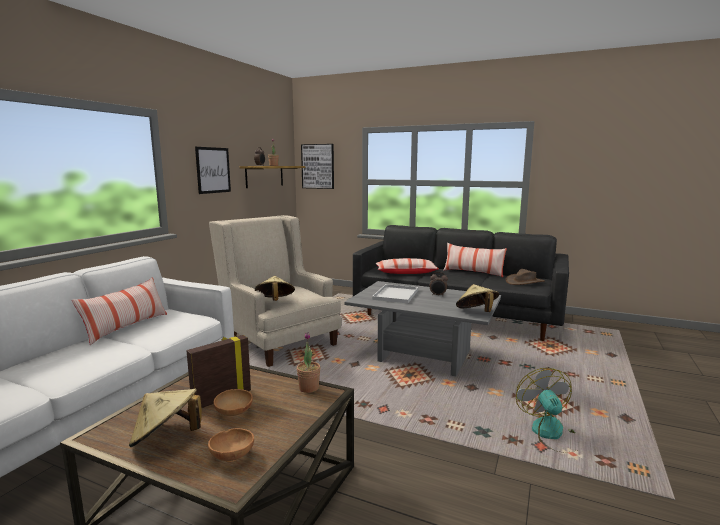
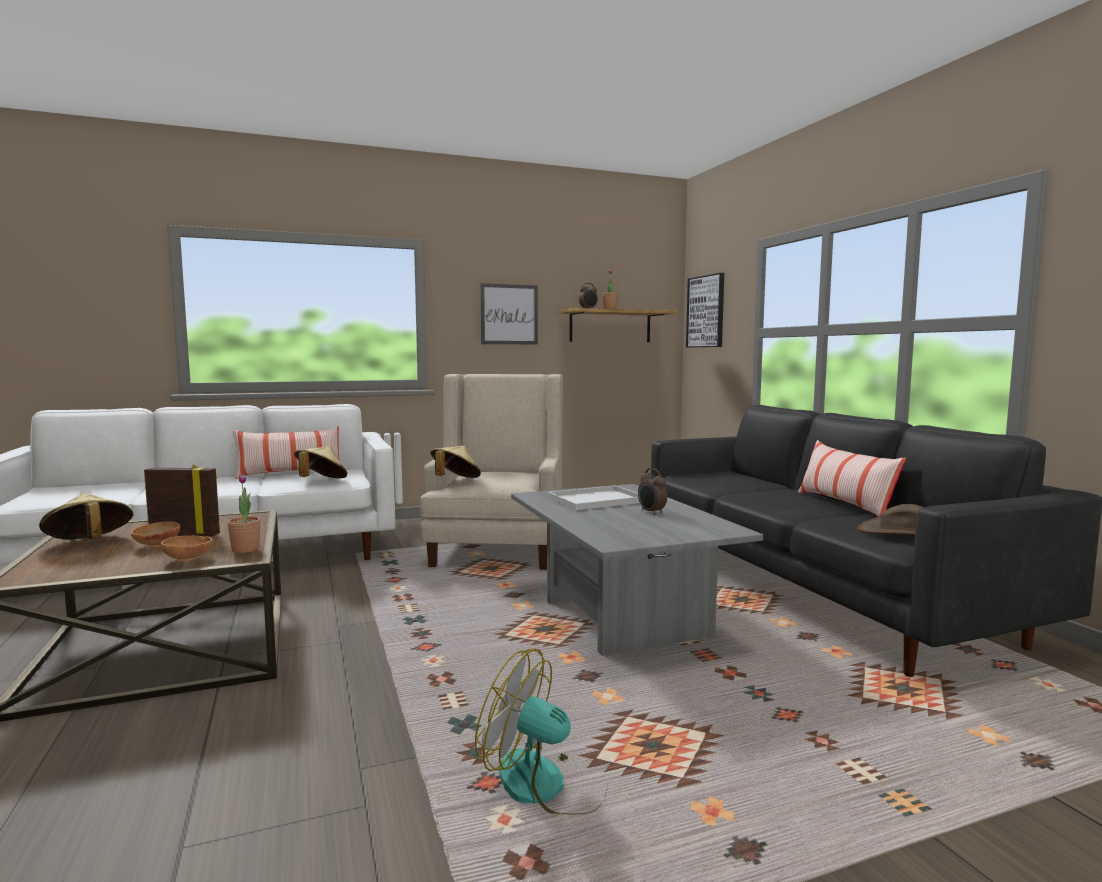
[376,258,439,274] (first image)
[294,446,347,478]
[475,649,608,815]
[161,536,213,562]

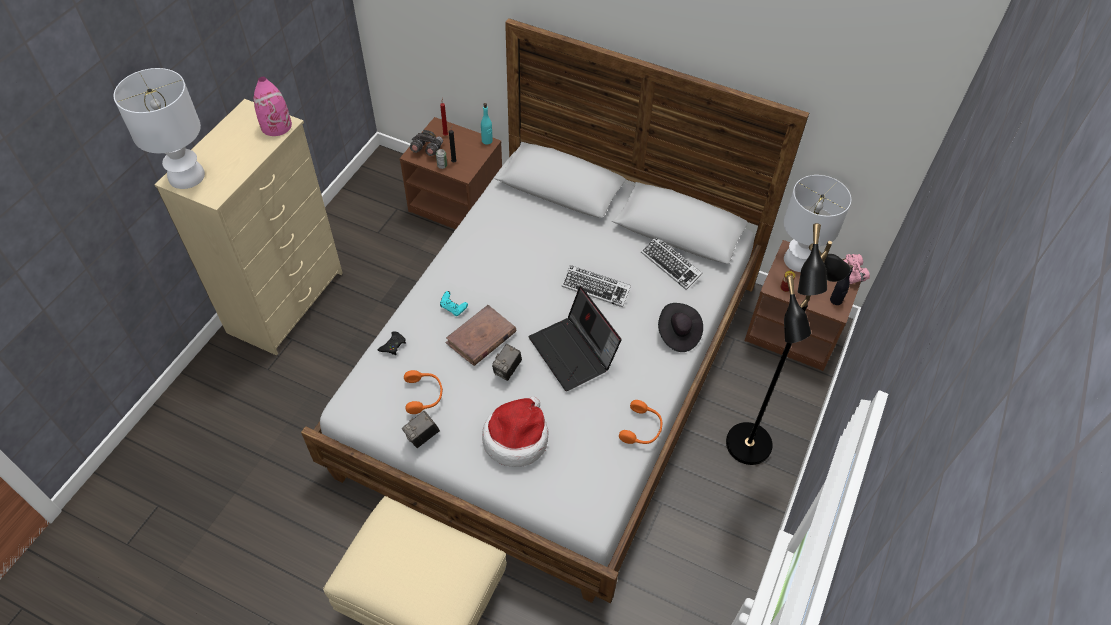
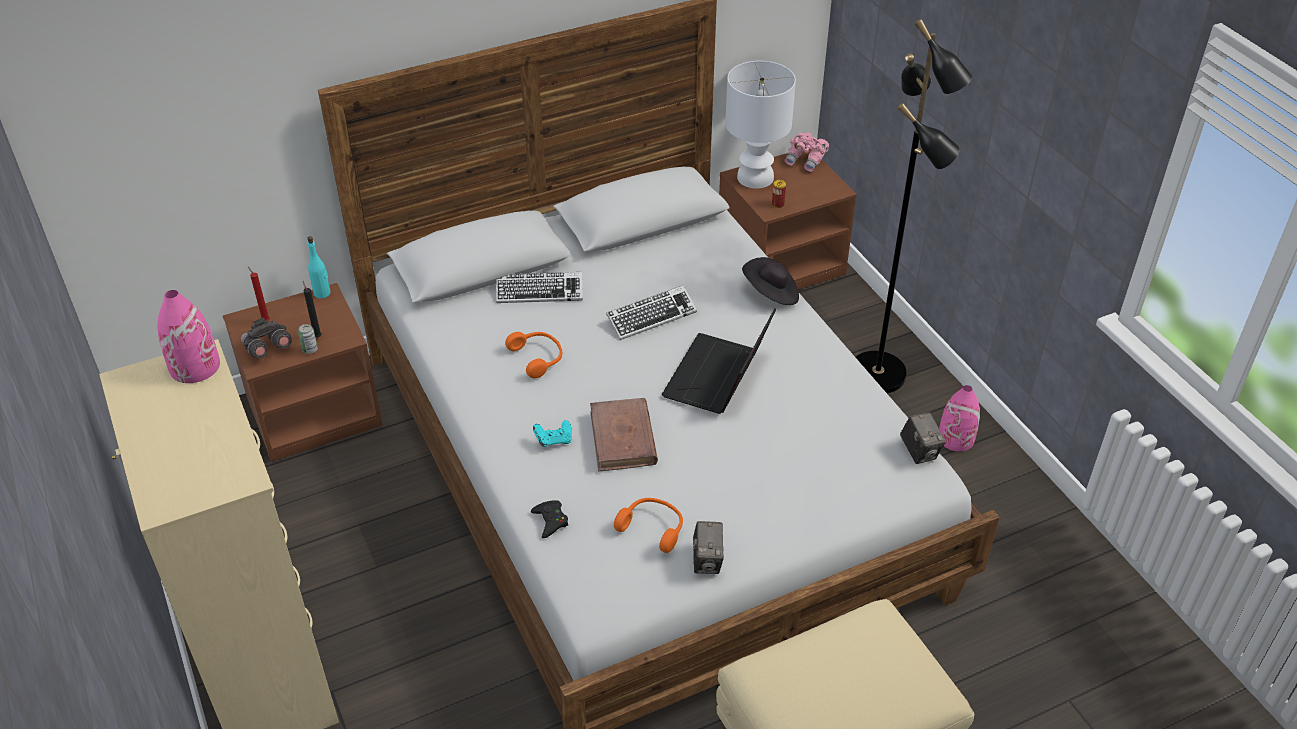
[114,68,205,189] (first image)
[496,272,583,303]
[830,265,853,305] (first image)
[662,309,776,414]
[900,412,946,464]
[482,396,549,467] (first image)
[505,332,562,379]
[939,385,980,451]

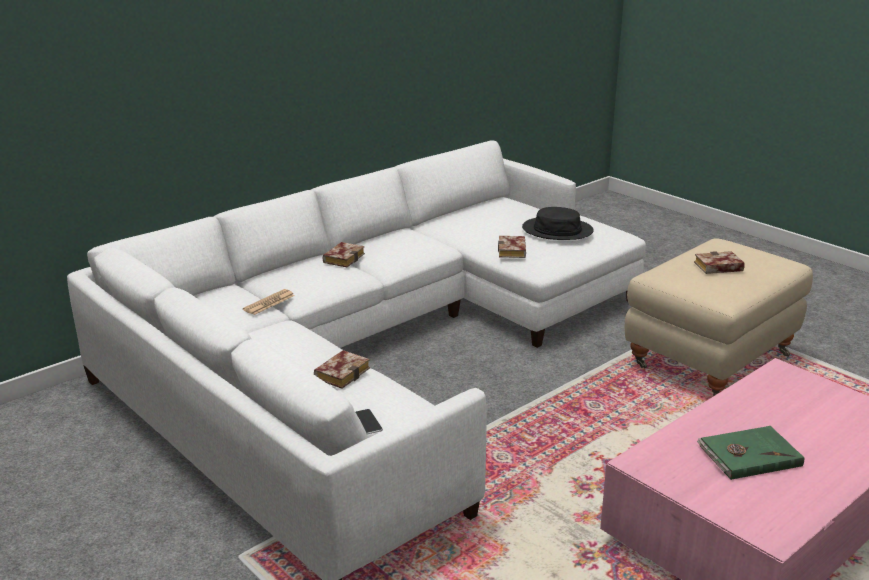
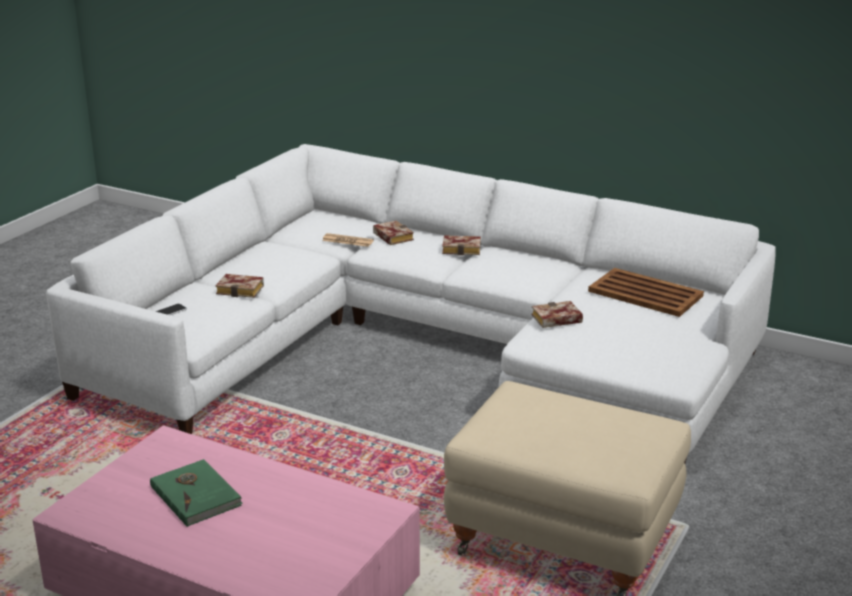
[522,207,594,240] (first image)
[373,220,414,245]
[588,268,704,317]

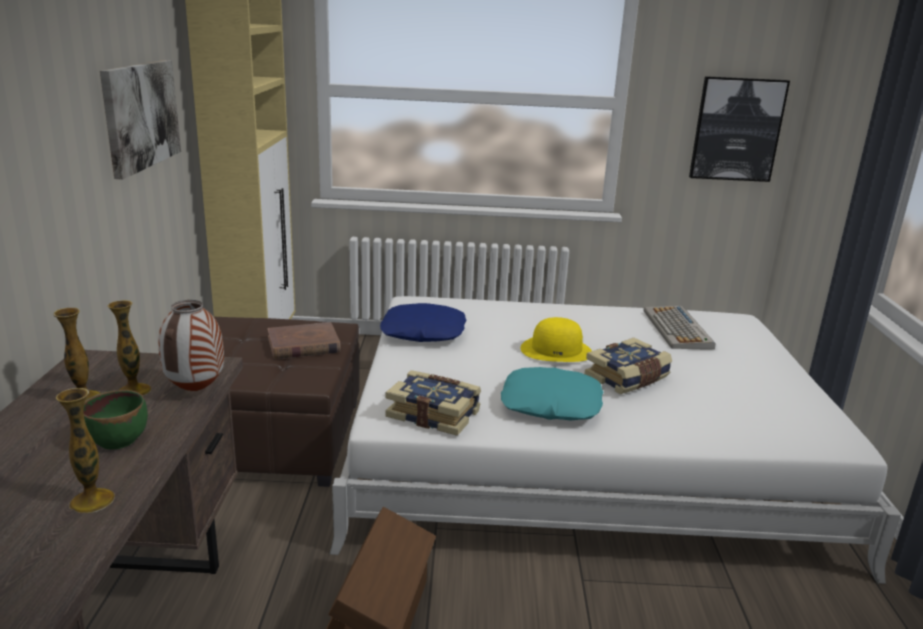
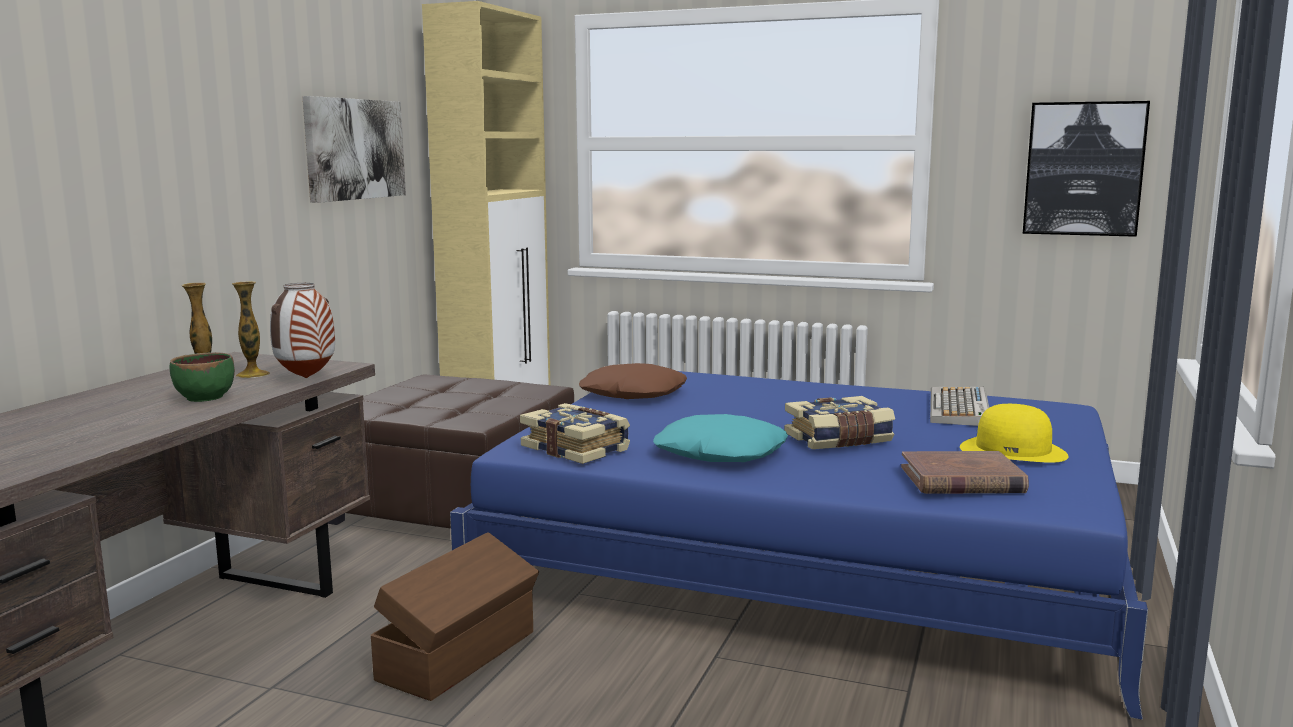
[450,371,1148,720]
[579,363,687,399]
[960,404,1068,463]
[901,451,1029,494]
[56,388,115,513] (first image)

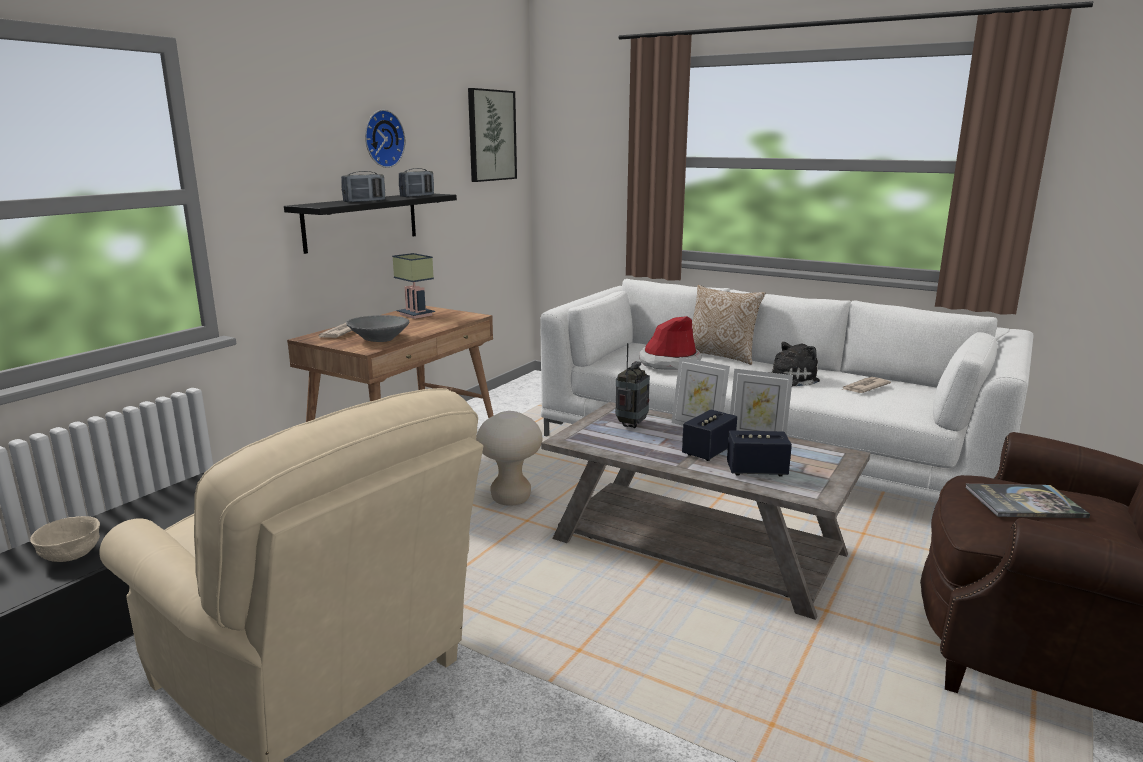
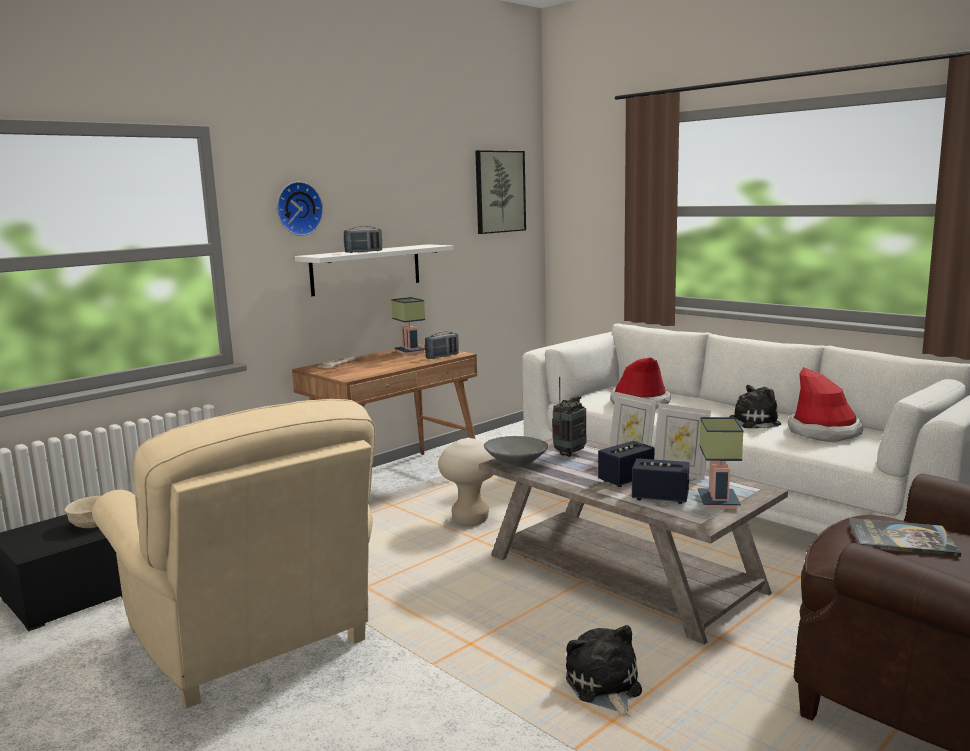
[277,182,323,236]
[425,331,459,359]
[295,244,453,296]
[692,285,766,365] (first image)
[484,436,548,467]
[787,367,864,442]
[698,417,744,509]
[566,625,642,717]

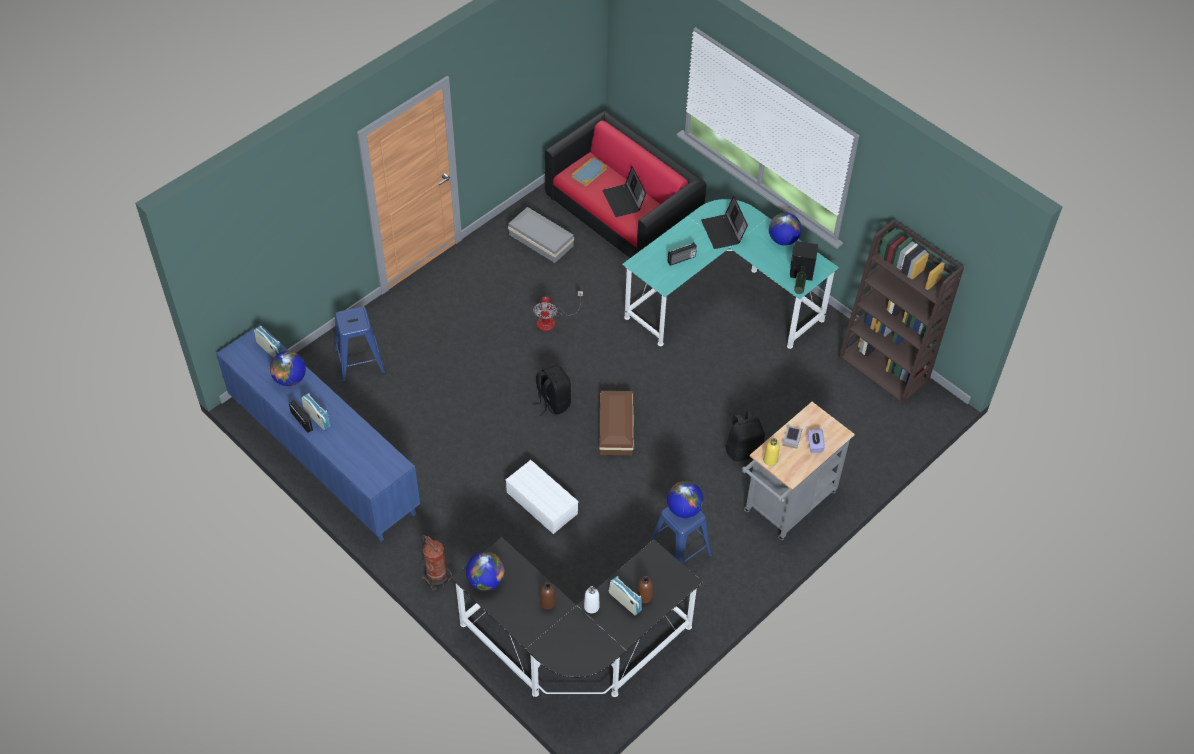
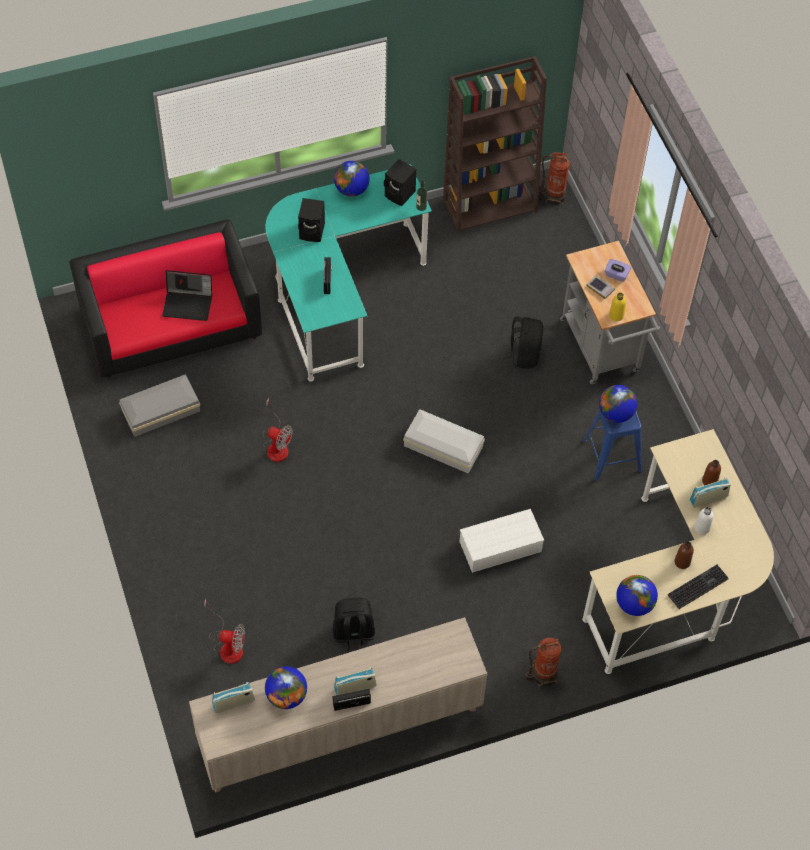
[571,157,607,186] (first image)
[298,198,325,242]
[204,598,245,664]
[189,617,487,793]
[333,598,375,653]
[403,409,485,474]
[582,429,774,674]
[539,152,570,206]
[668,564,729,609]

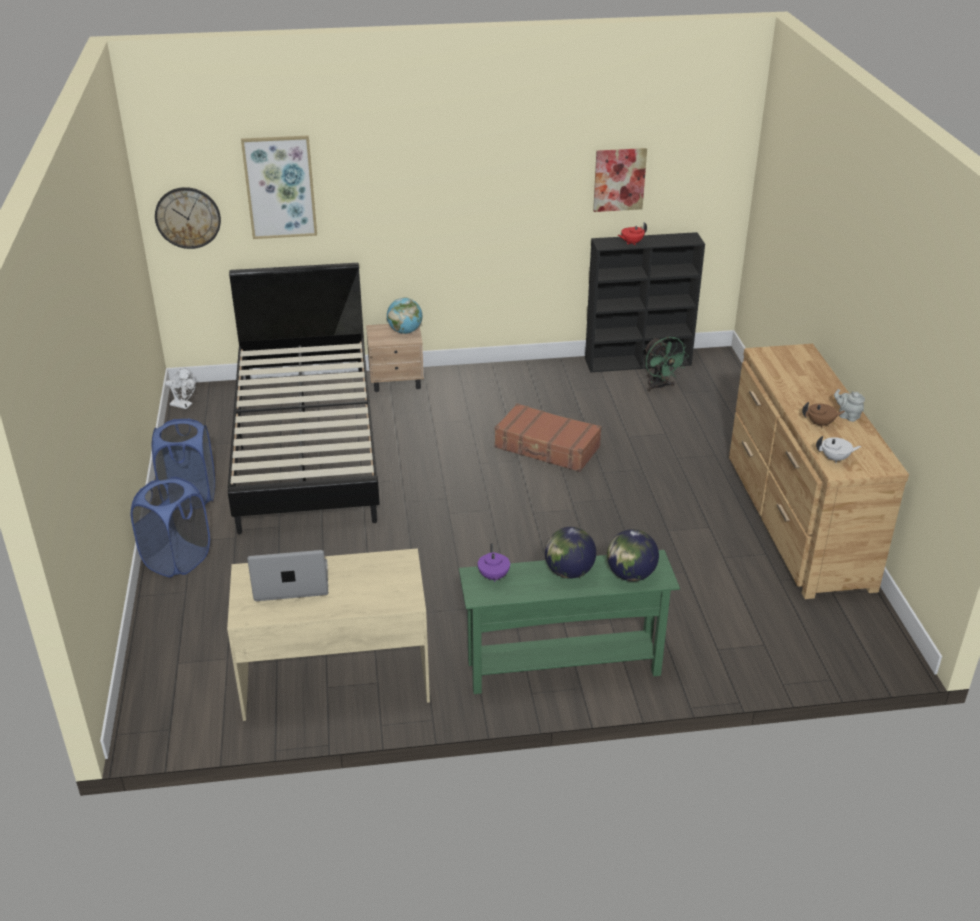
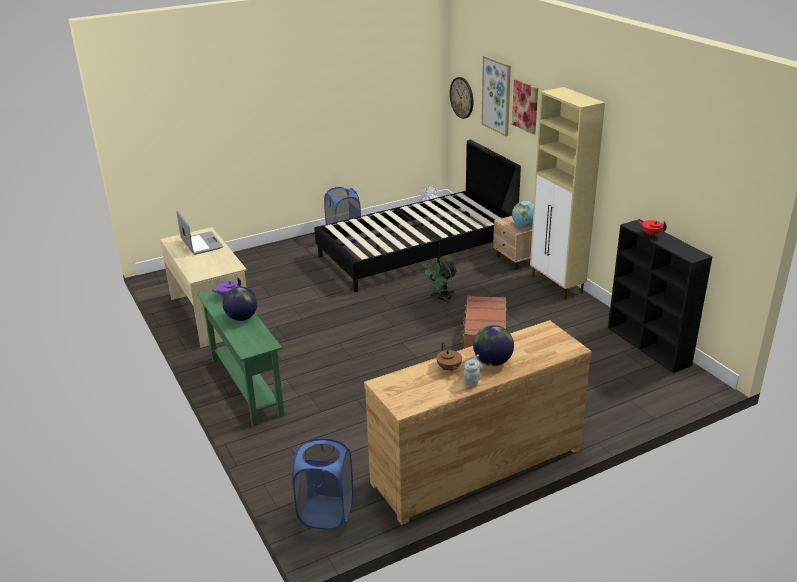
[512,79,538,135]
[421,258,458,304]
[816,436,862,463] (first image)
[292,438,353,530]
[473,325,514,366]
[530,87,605,299]

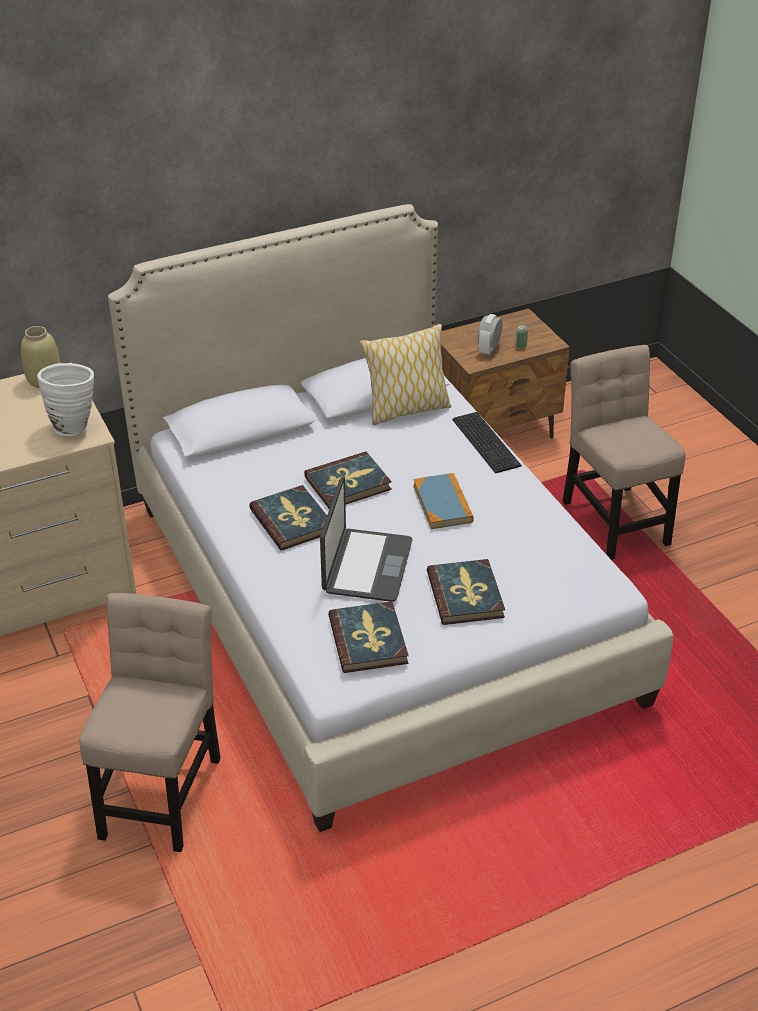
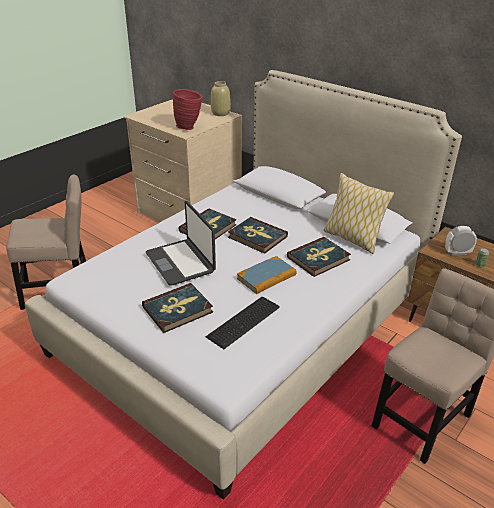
[173,89,203,130]
[206,297,280,349]
[146,201,216,286]
[287,237,351,277]

